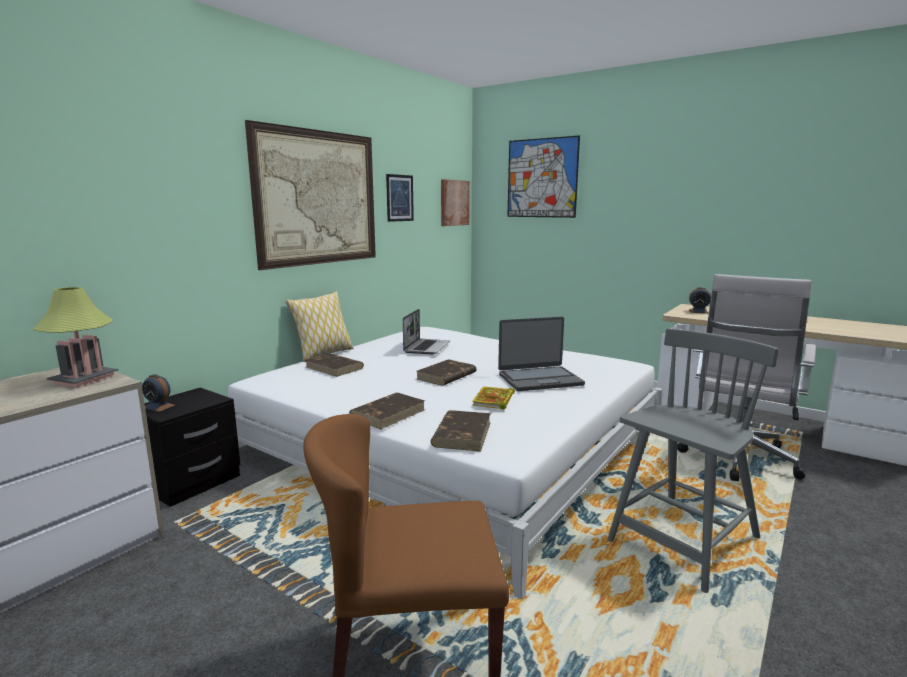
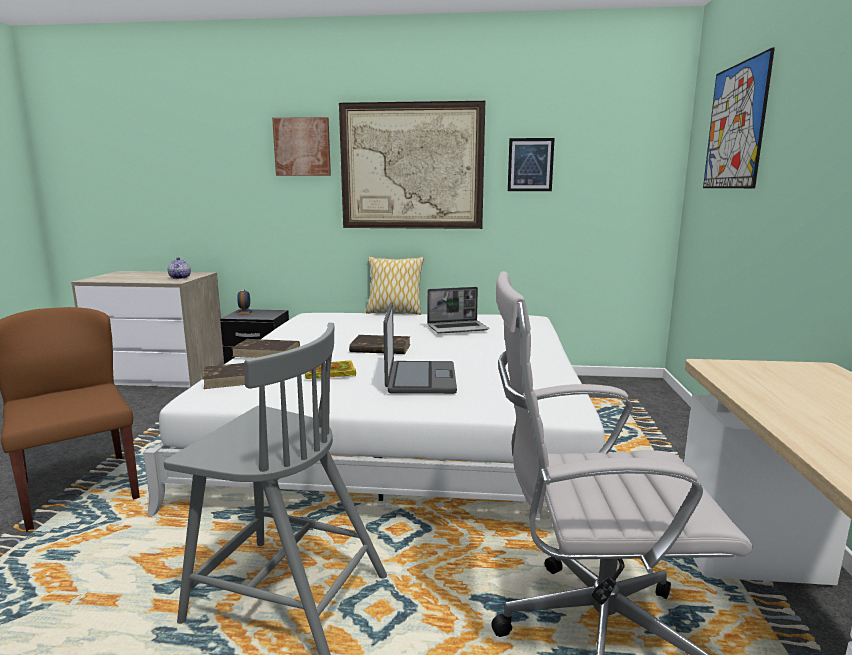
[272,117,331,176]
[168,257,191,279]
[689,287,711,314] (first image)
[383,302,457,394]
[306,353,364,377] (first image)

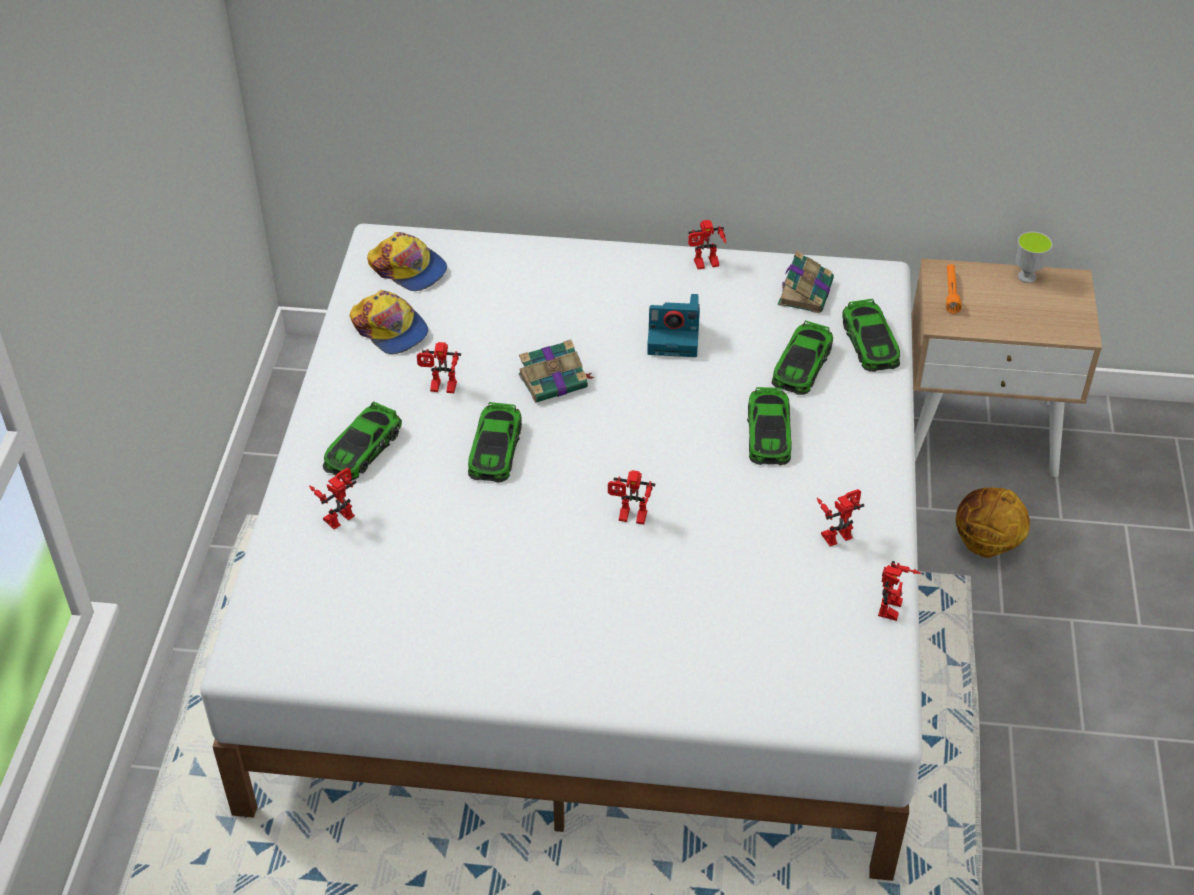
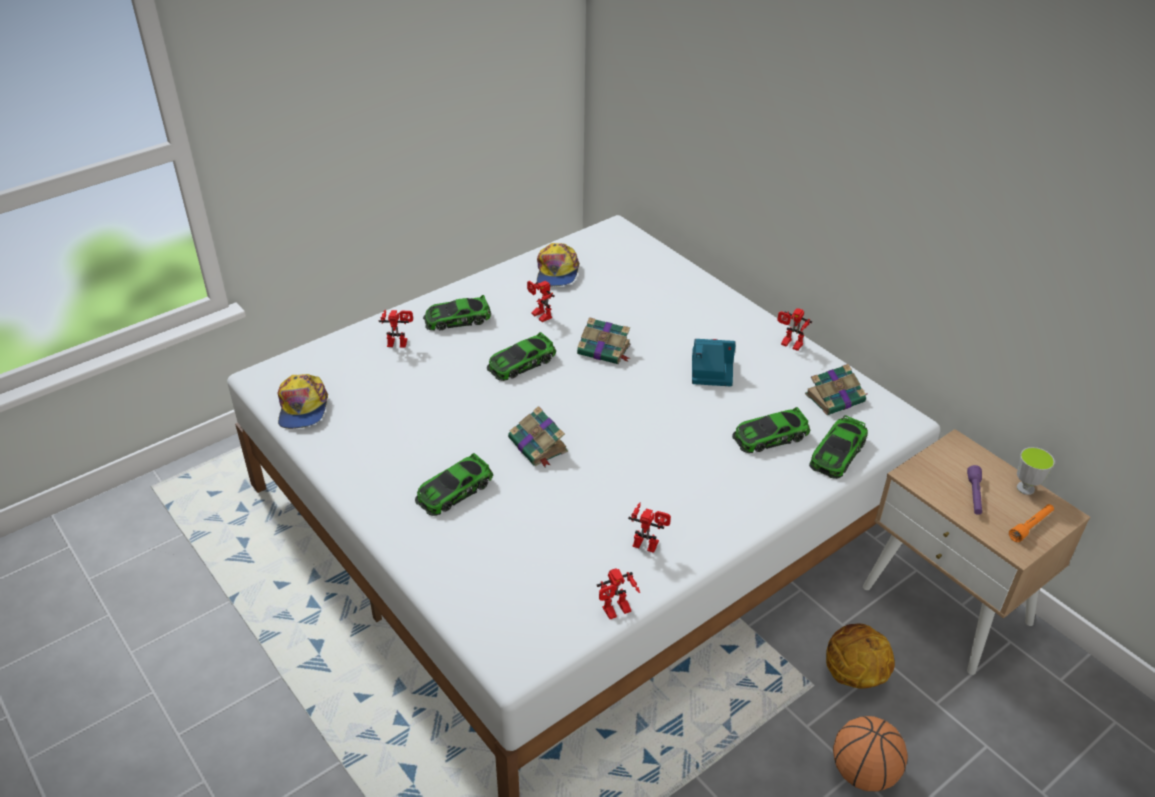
[277,374,328,429]
[1009,504,1054,542]
[692,339,736,386]
[415,453,493,516]
[508,406,568,467]
[967,465,982,515]
[833,716,908,791]

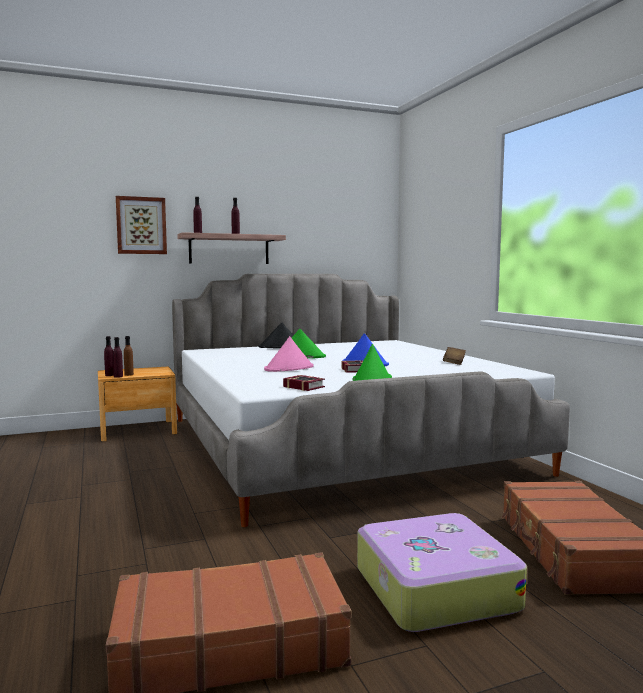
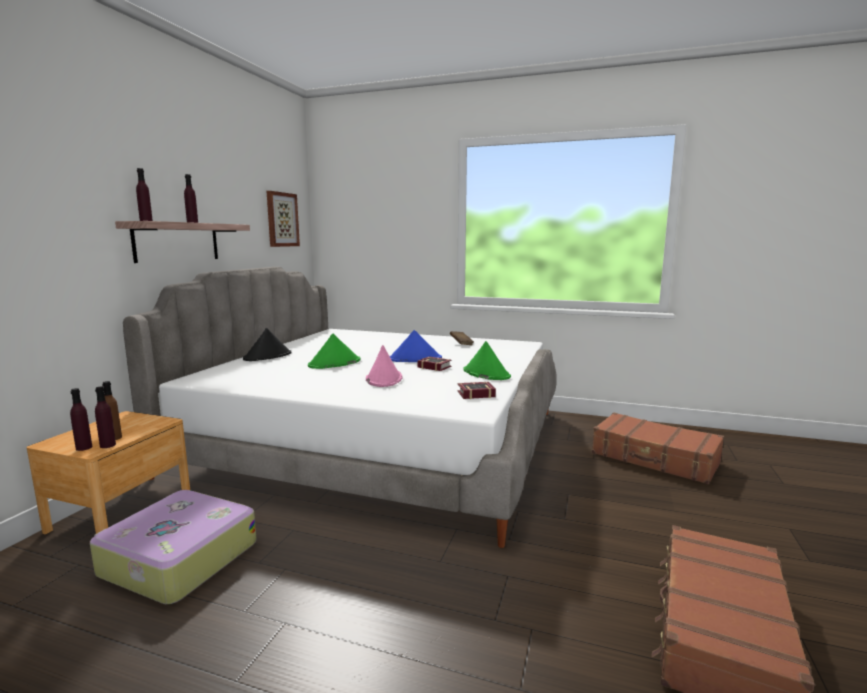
[267,191,300,247]
[90,490,257,605]

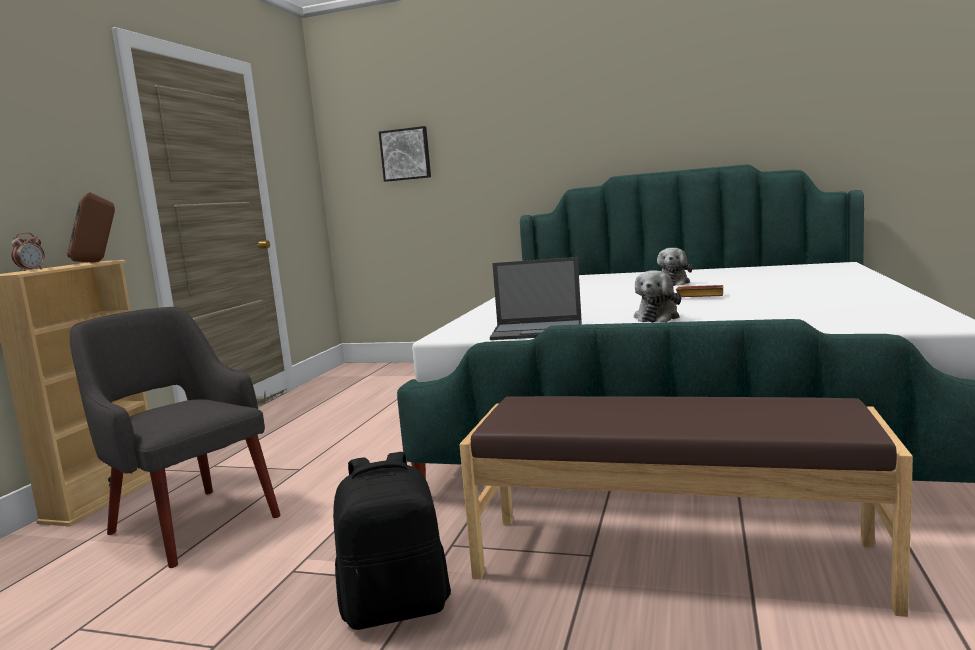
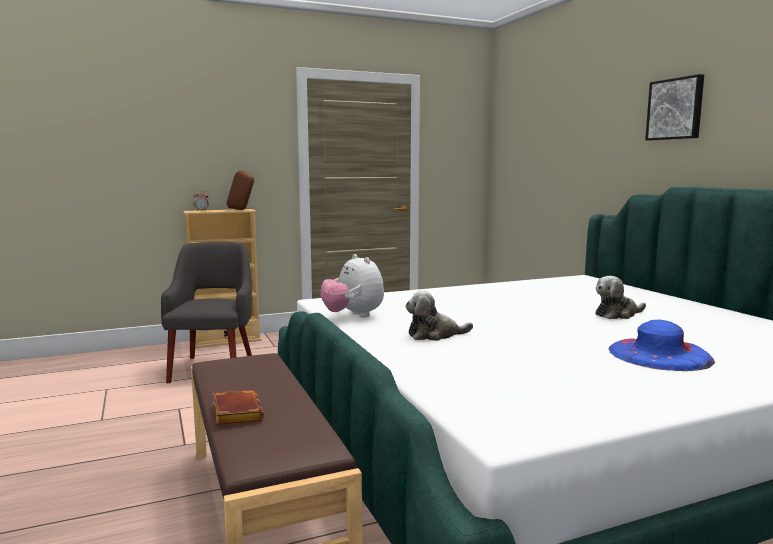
[645,74,704,141]
[321,254,384,318]
[213,390,264,425]
[333,452,451,630] (first image)
[608,320,715,371]

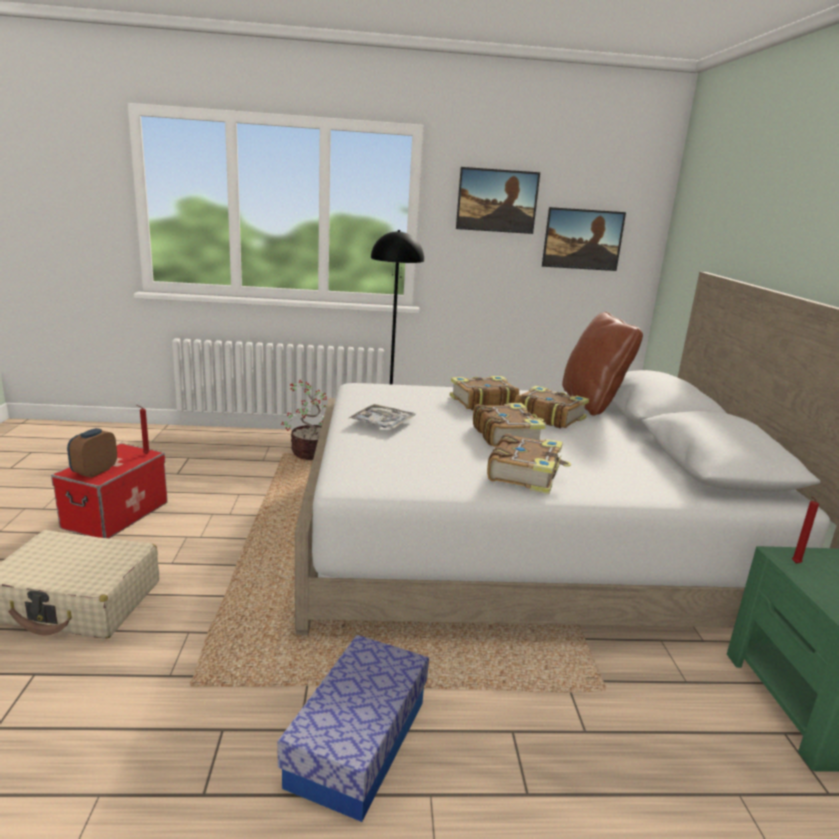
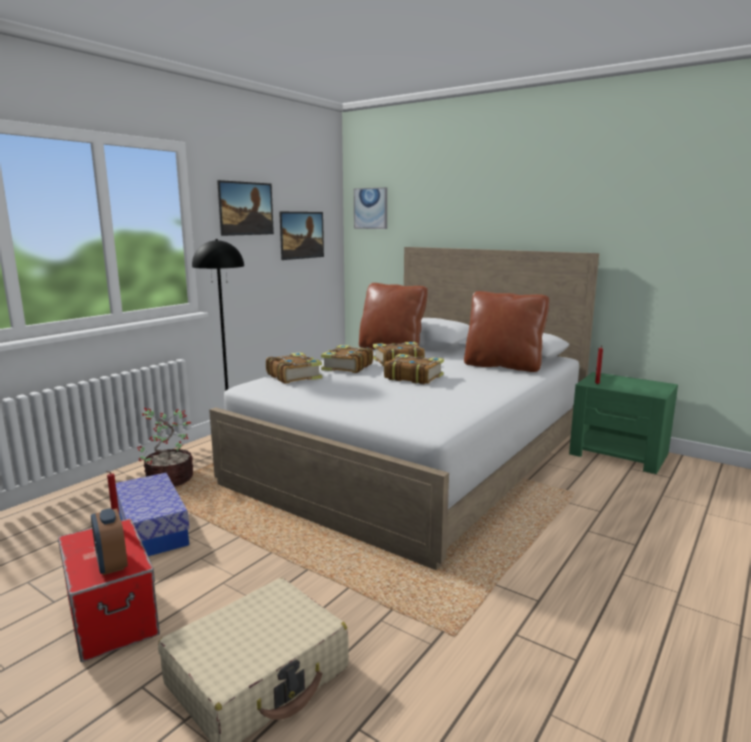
[349,404,416,429] (first image)
[266,352,322,384]
[116,473,190,556]
[354,187,387,229]
[464,291,549,372]

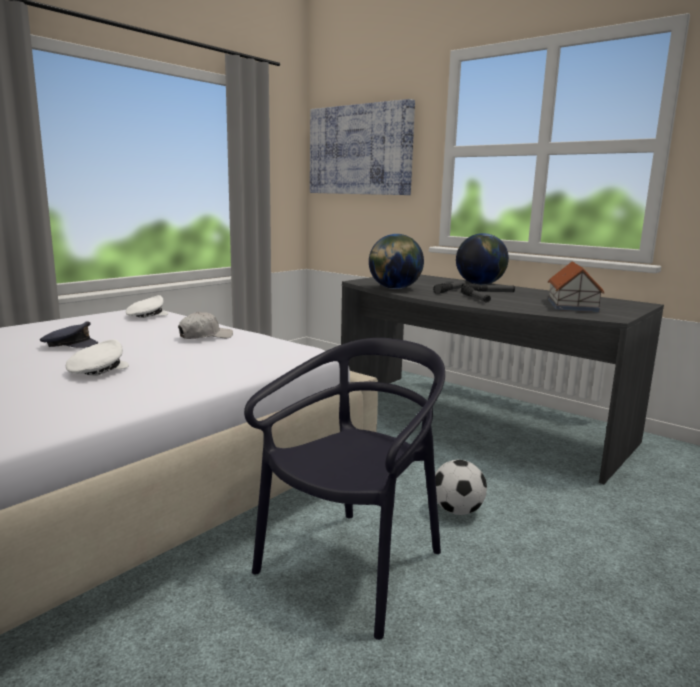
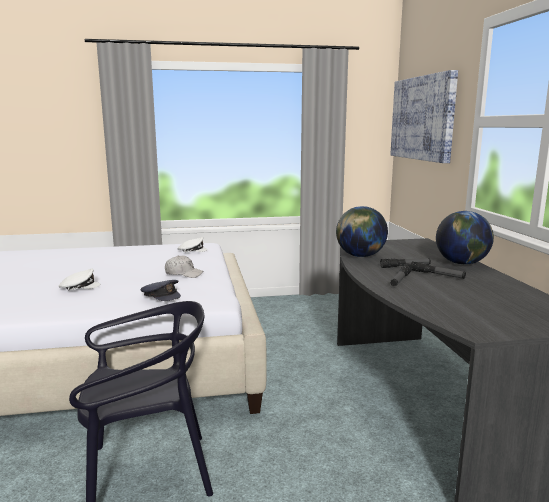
[548,261,604,312] (first image)
[140,280,181,301]
[435,460,487,515] (first image)

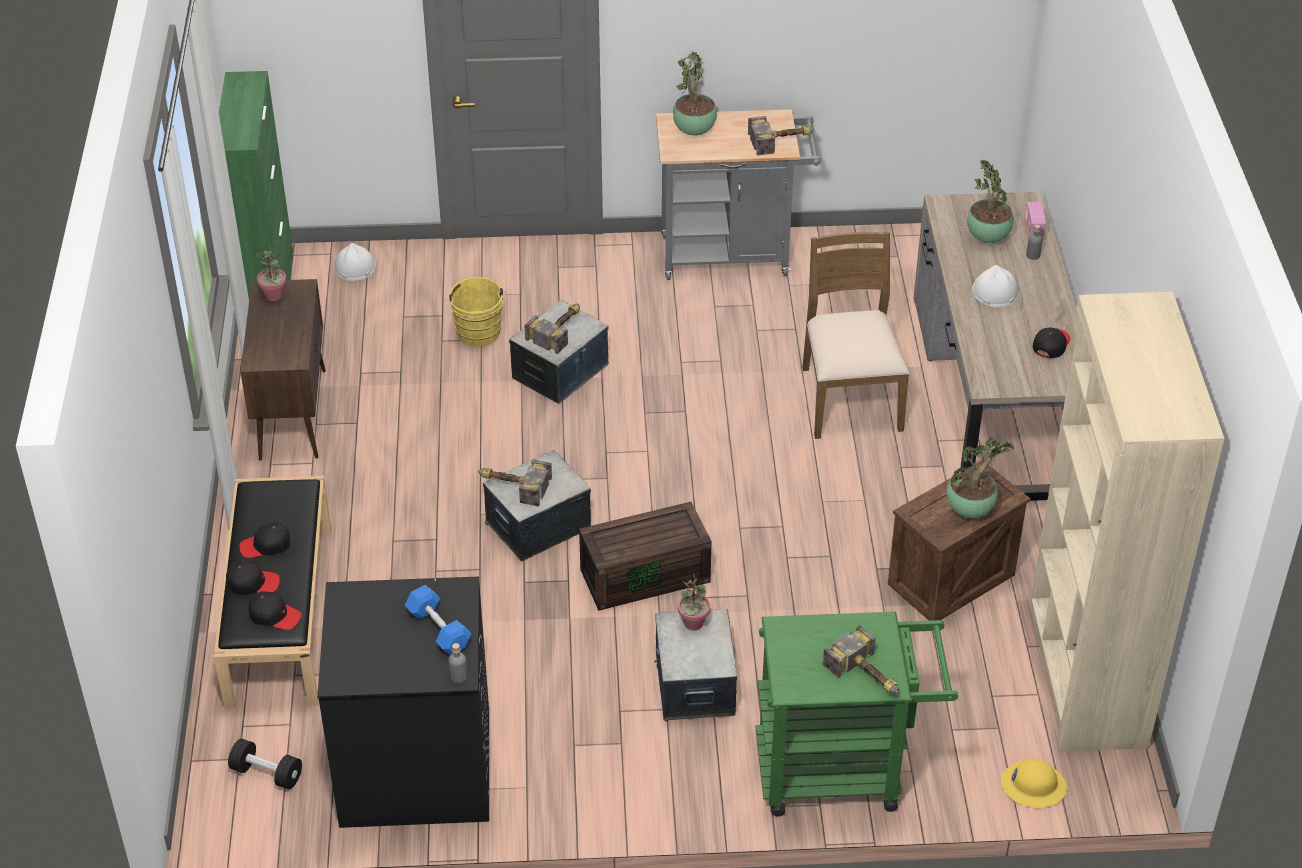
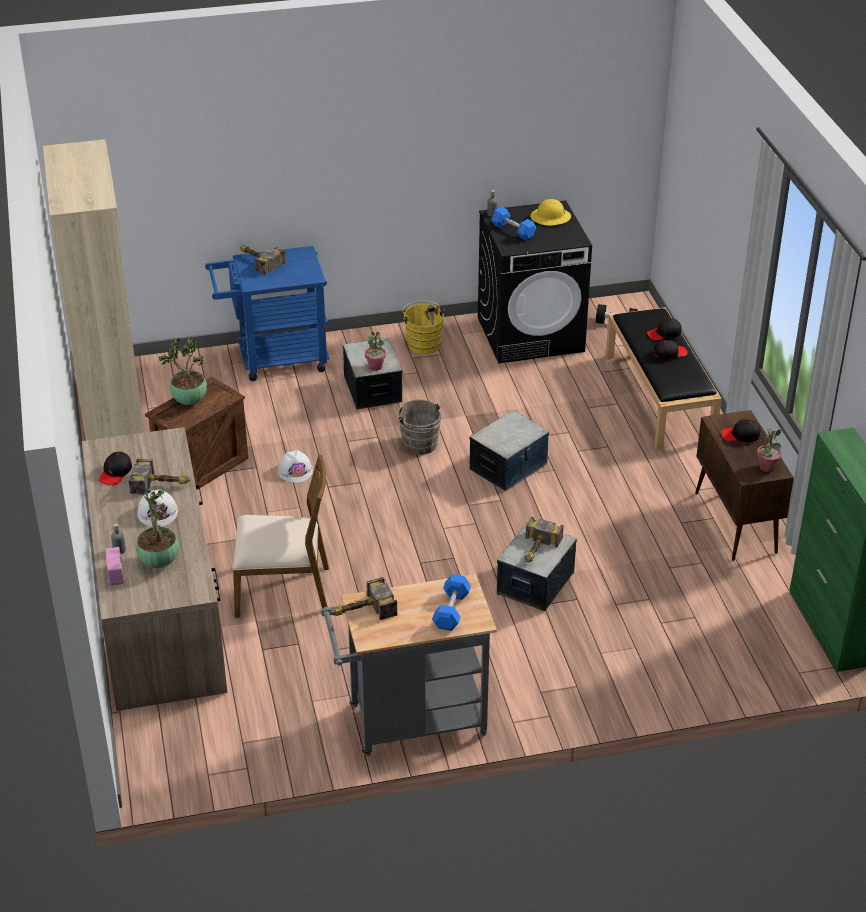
[432,574,471,631]
[233,454,329,618]
[278,450,313,483]
[403,300,445,355]
[128,459,191,495]
[398,399,444,455]
[721,419,761,442]
[205,246,330,381]
[530,199,571,225]

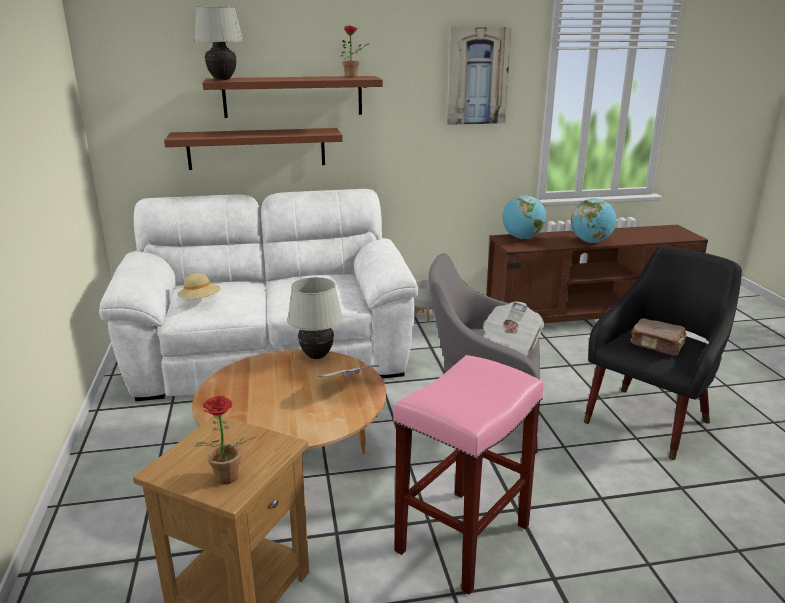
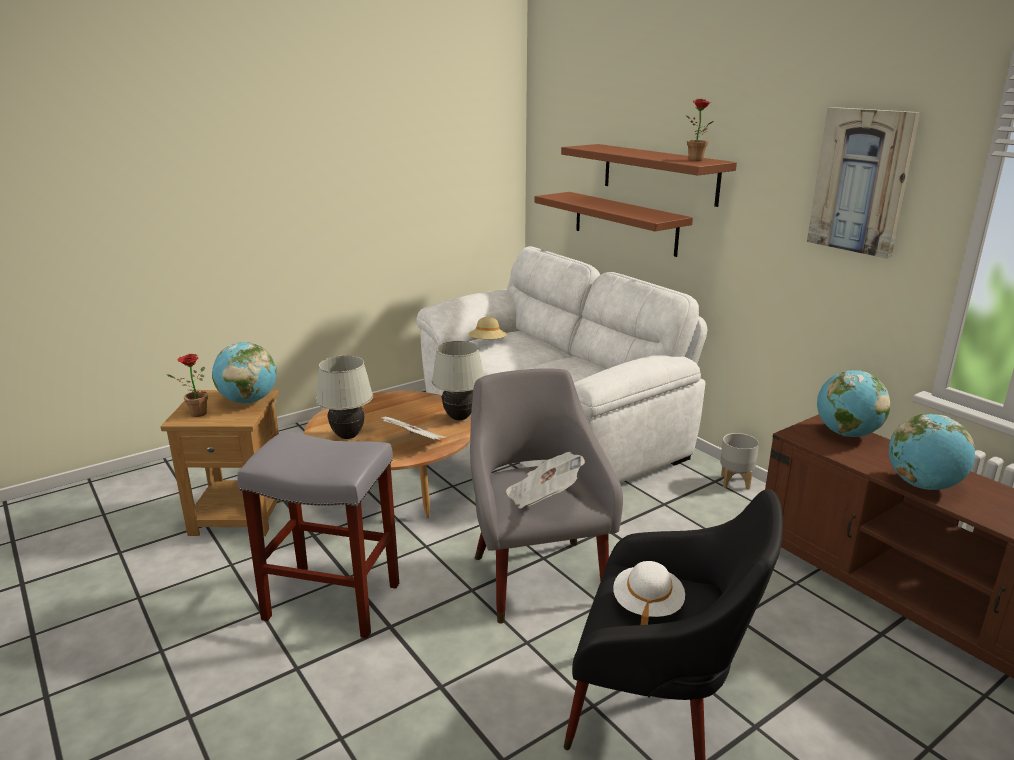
[316,356,373,439]
[613,561,685,625]
[237,431,399,639]
[212,342,277,403]

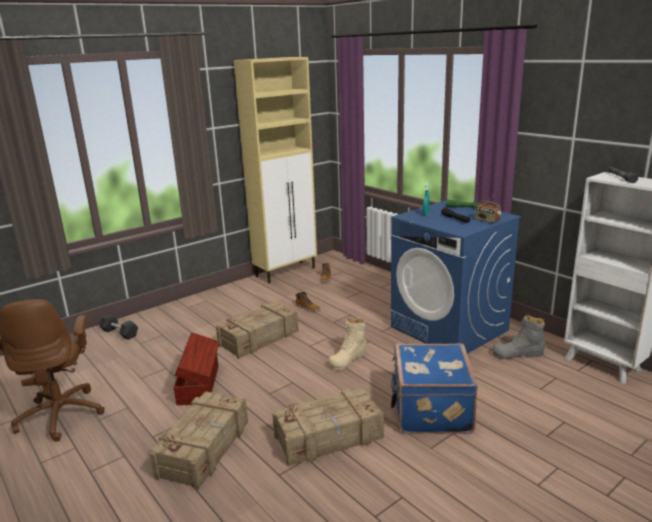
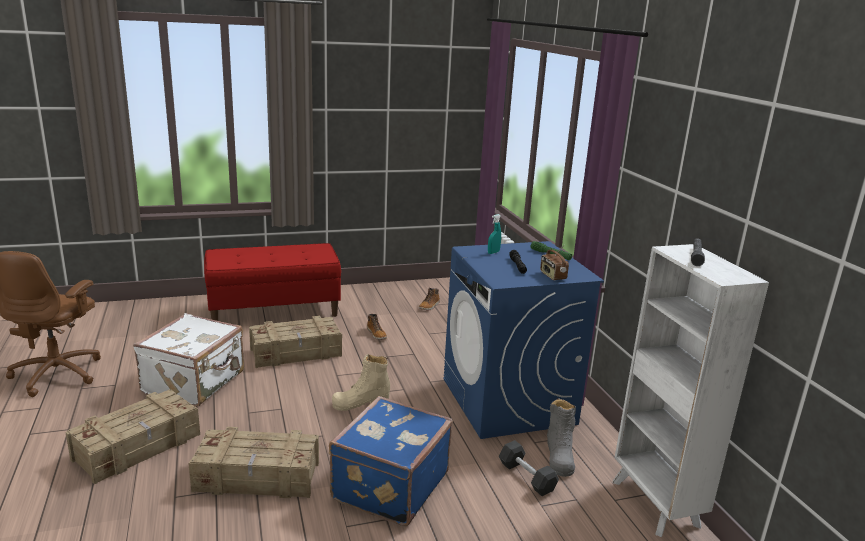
[234,57,317,283] (first image)
[499,440,559,496]
[547,398,576,477]
[133,313,244,407]
[204,243,341,321]

